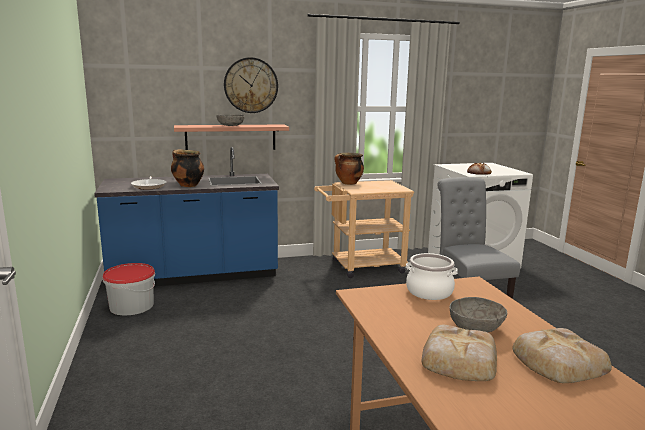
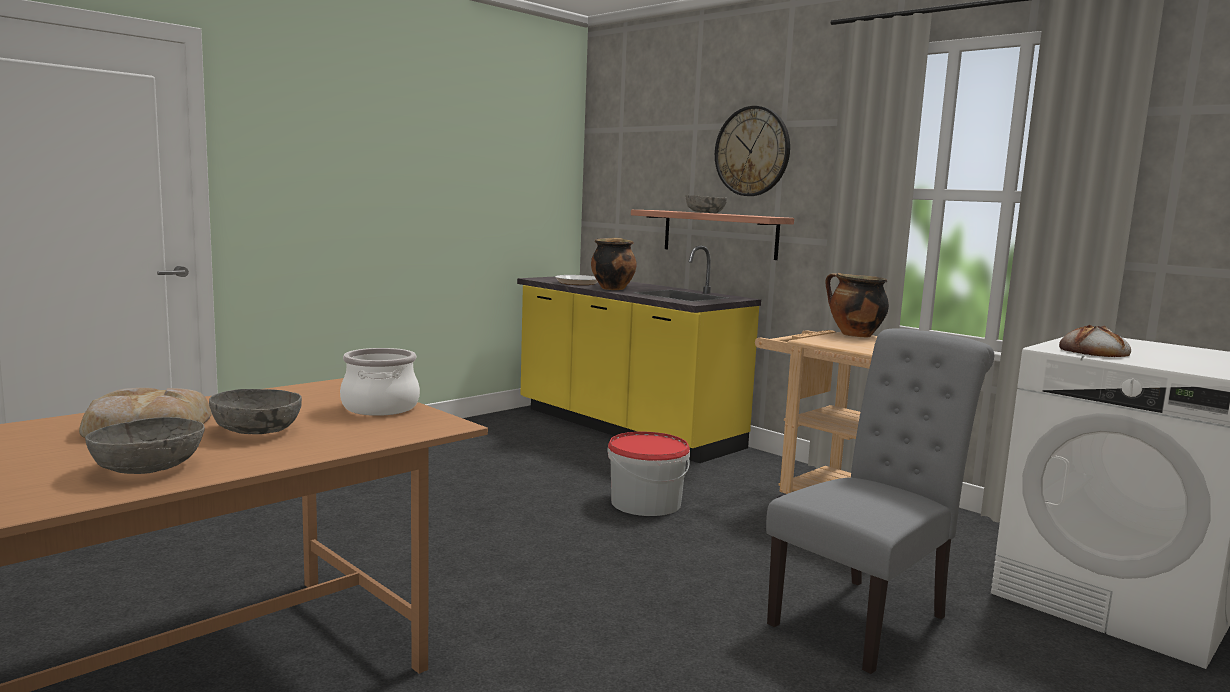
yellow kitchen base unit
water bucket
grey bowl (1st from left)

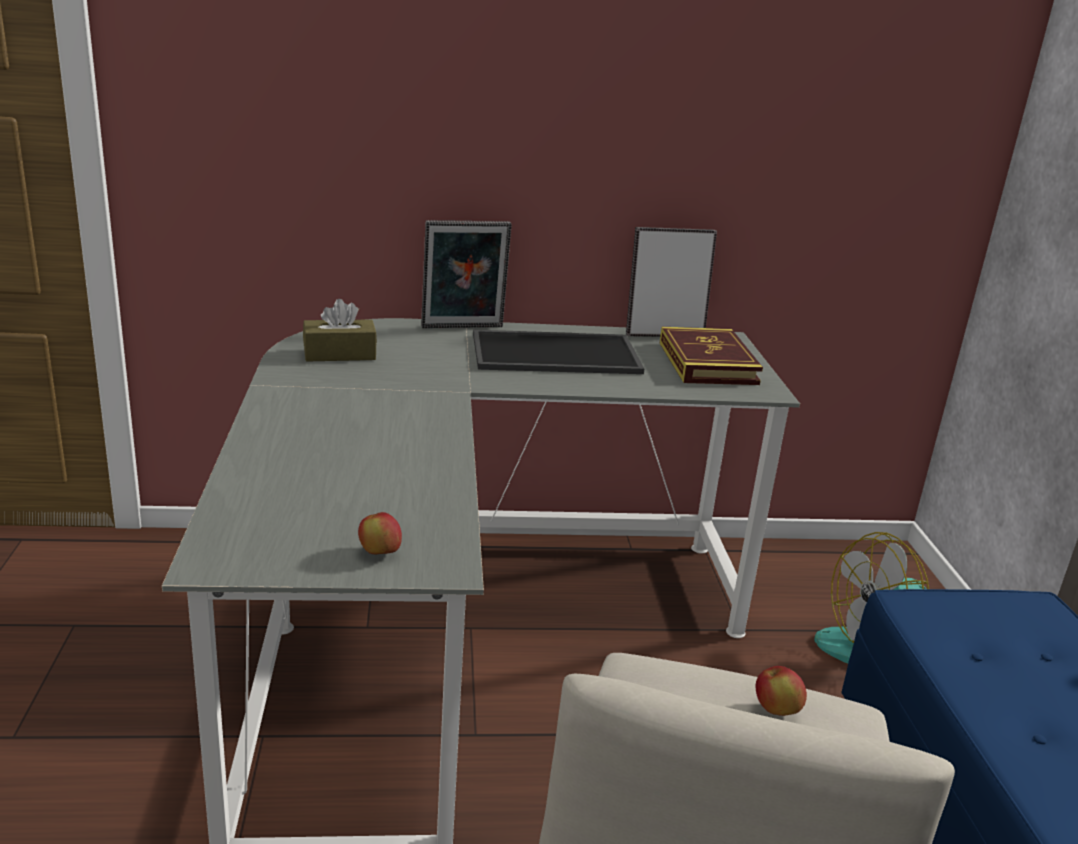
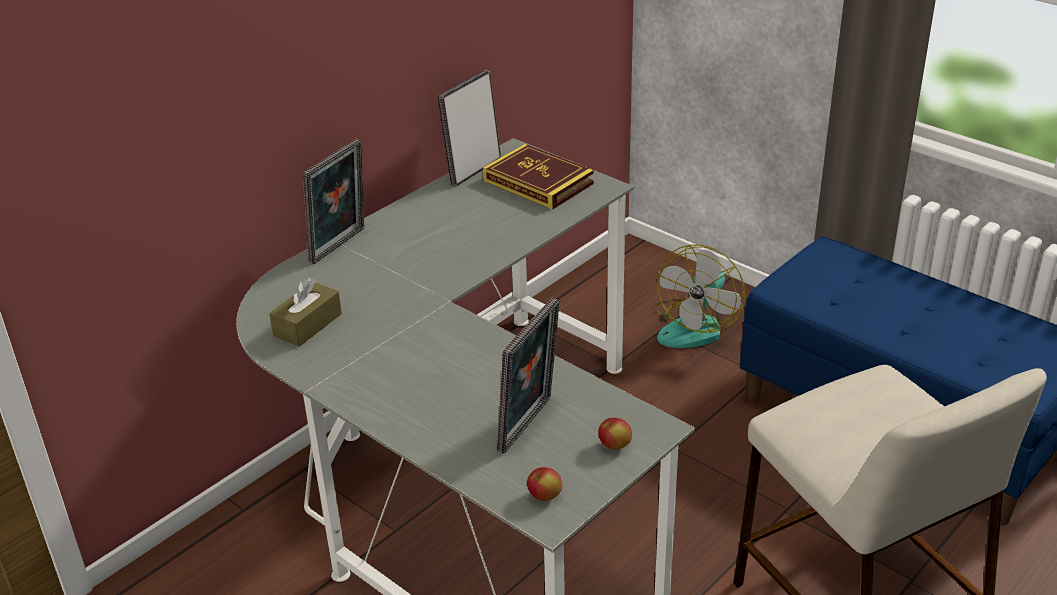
tray
whole apple (1st from left)
standing frame (3rd from left)

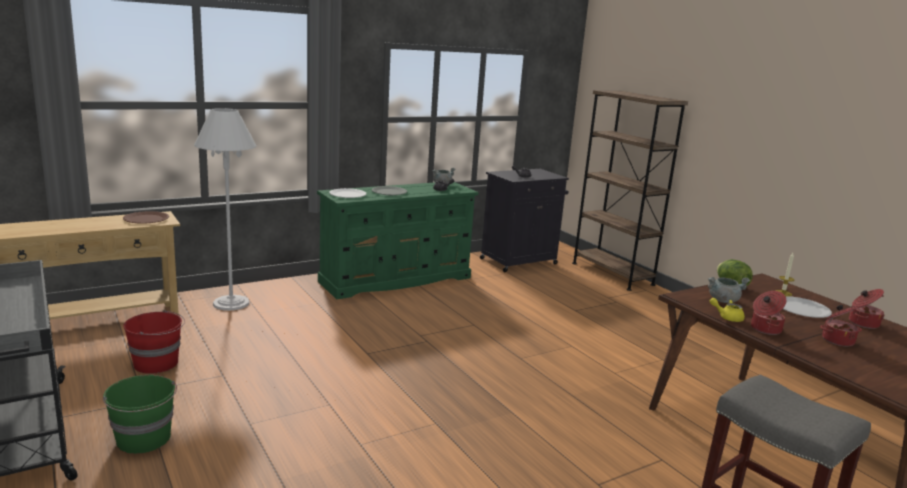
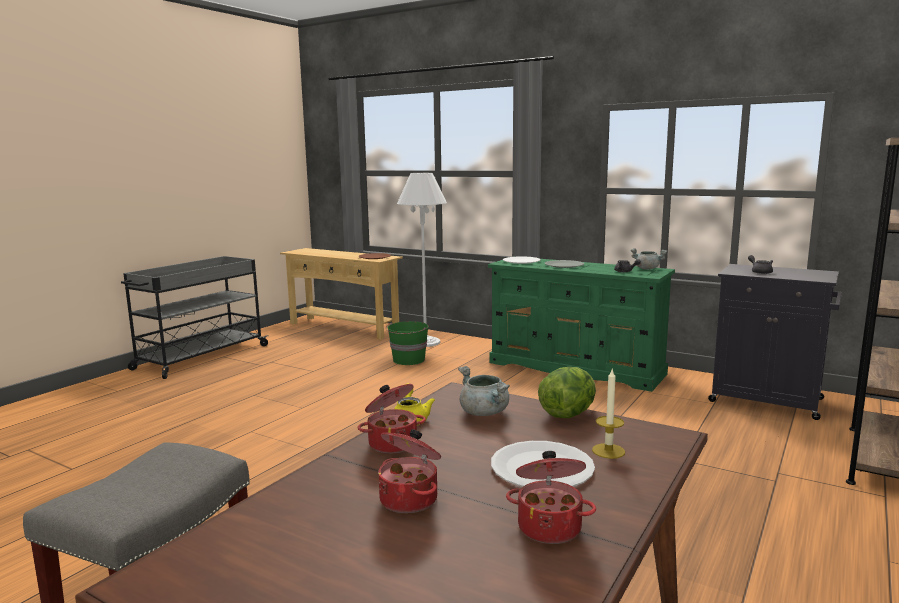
reddish water bucket
green water bucket

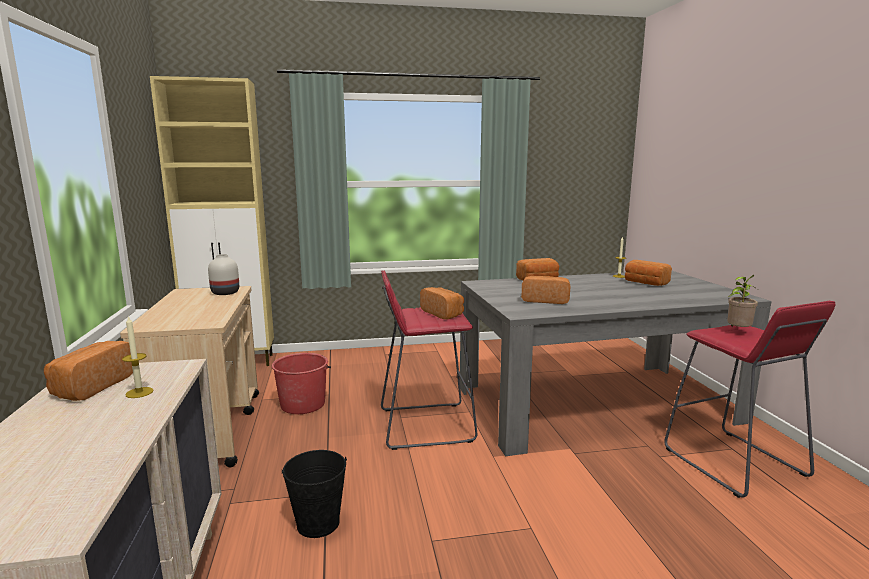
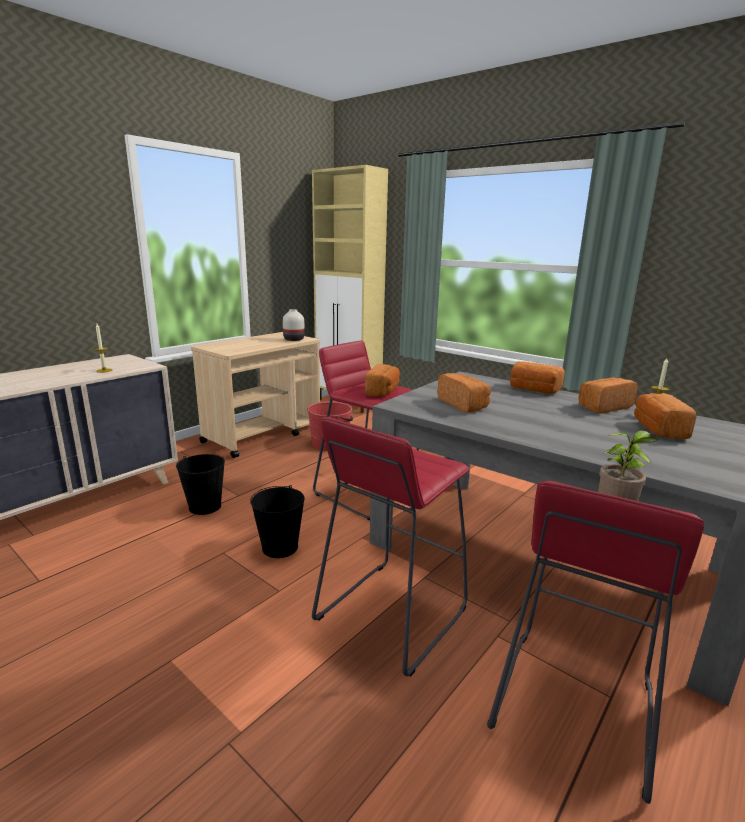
baked bread (4th from left)
reddish stool (2nd from left)
black water bucket (2nd from left)

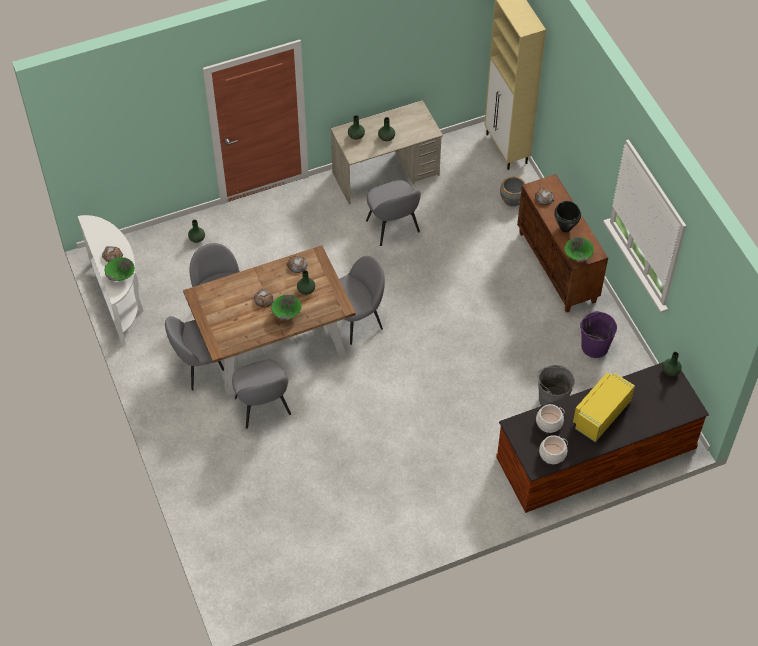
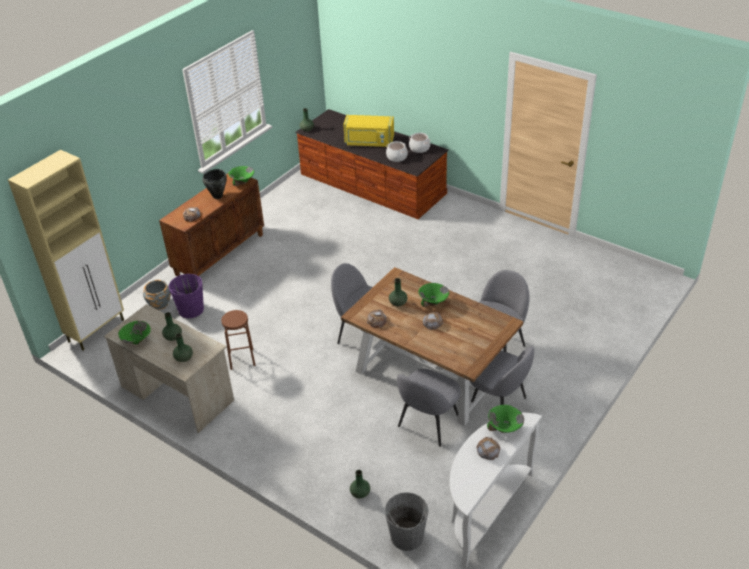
brownish stool
purplish water bucket
grey water bucket
green bowl (1st from left)

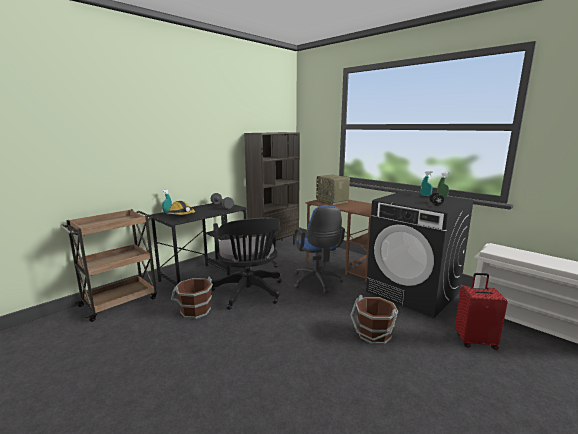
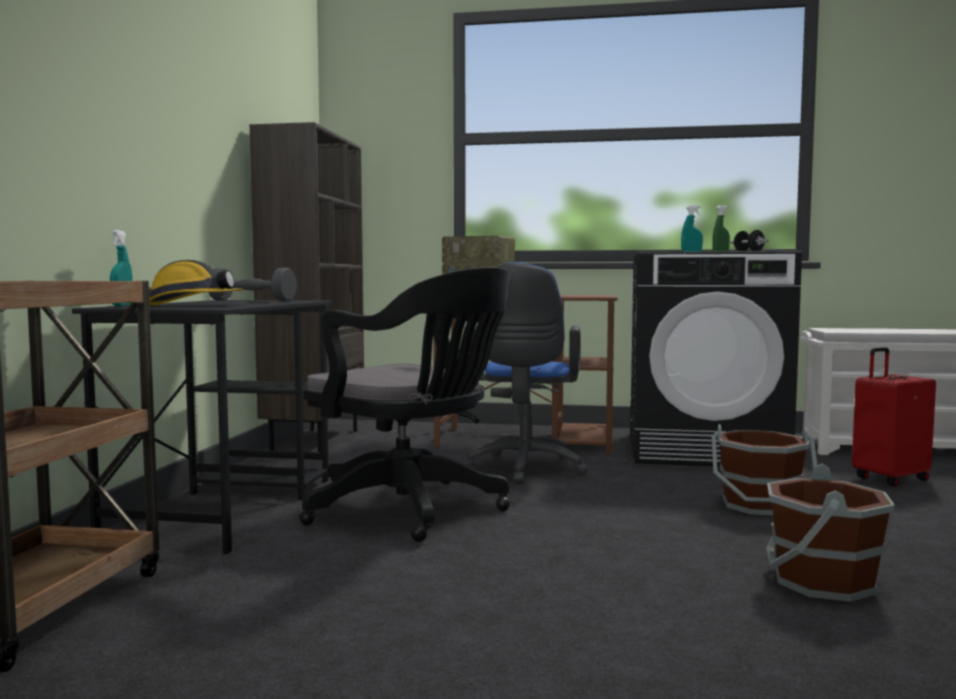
bluish desk chair
brownish water bucket (2nd from left)

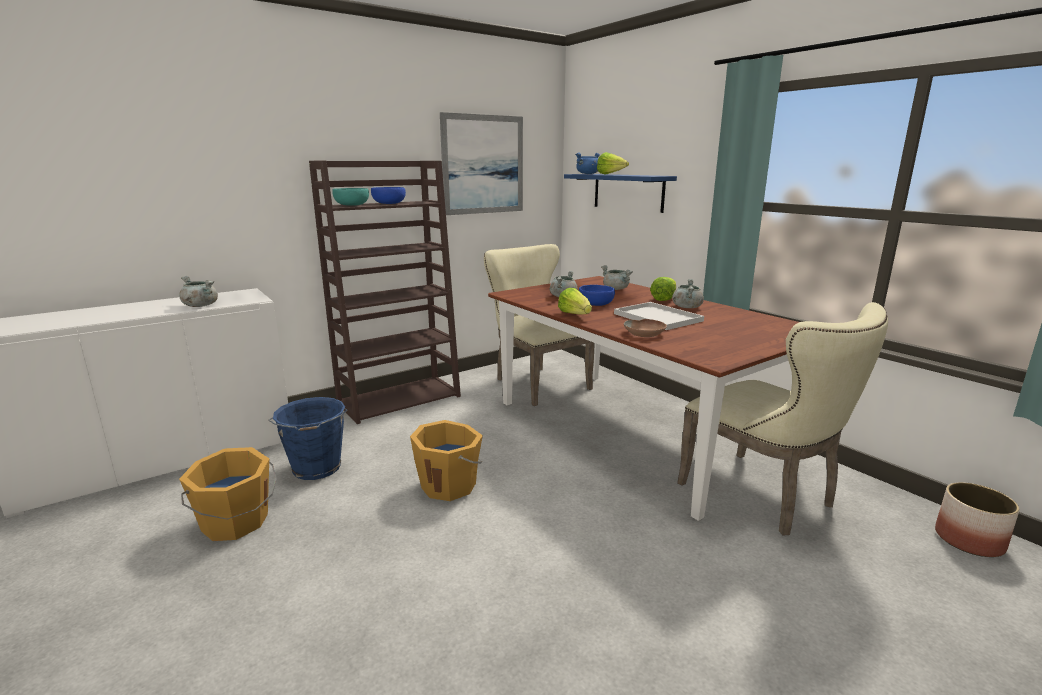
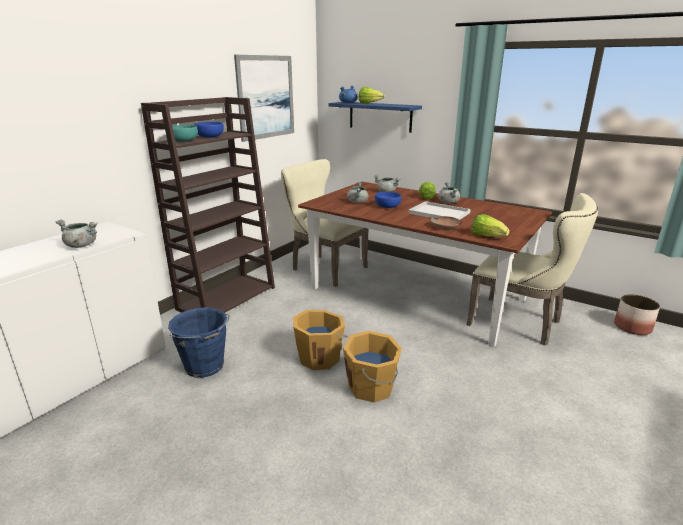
lettuce head (3rd from left)
orangey water bucket (2nd from left)

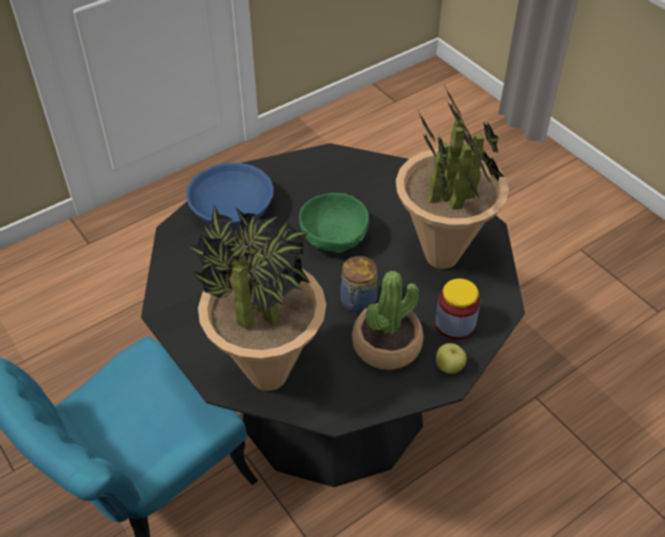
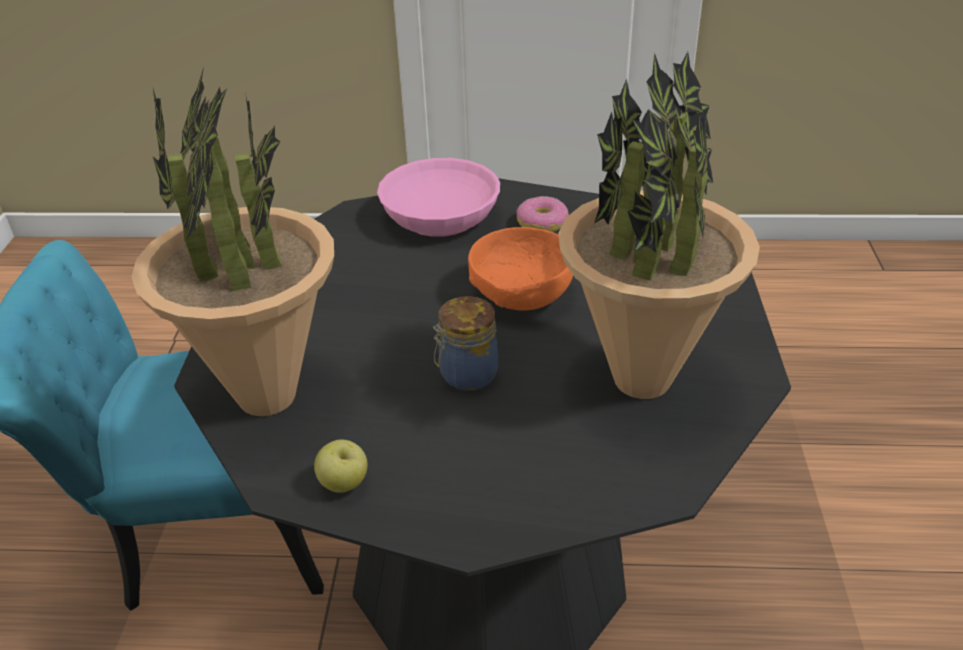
pink bowl
orangey bowl
potted plant (2nd from left in the first image)
storage jar (2nd from left in the first image)
whole apple
doughnut

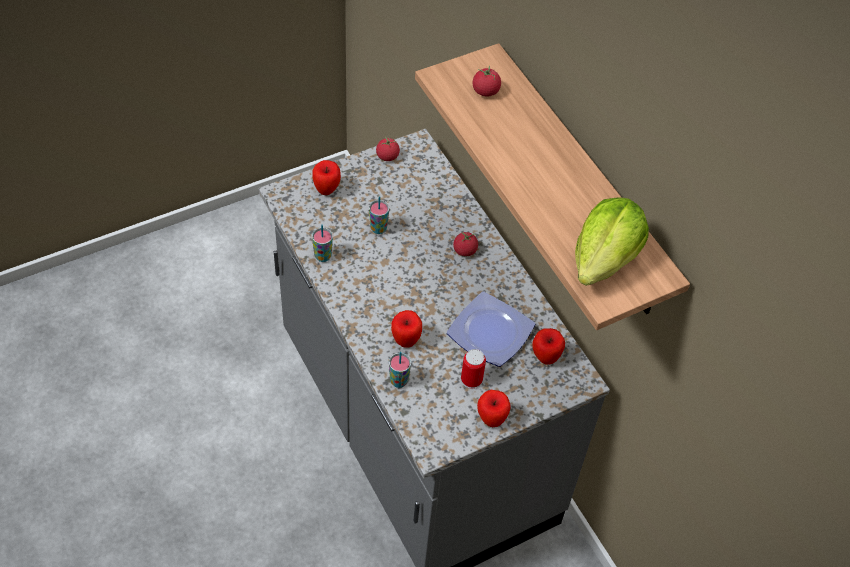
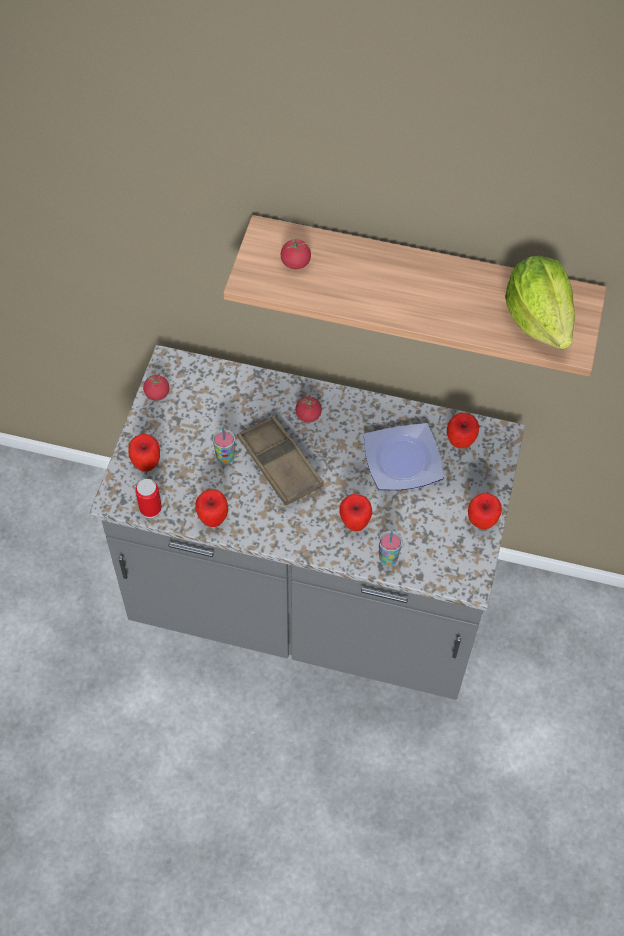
whole apple (2nd from left)
metal can
brownish tray

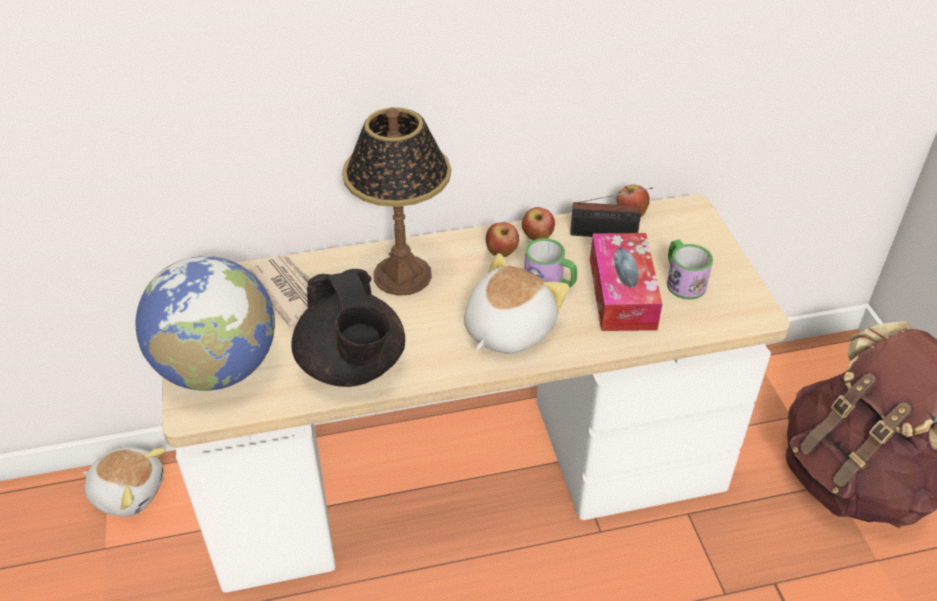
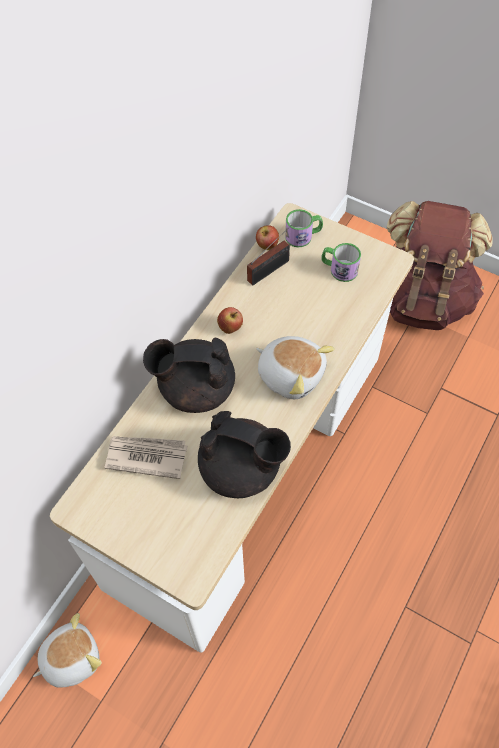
black pot for tea (1st from left)
whole apple (2nd from left in the first image)
tissue holder
coffee mug (1st from left)
plush toy (2nd from left)
globe

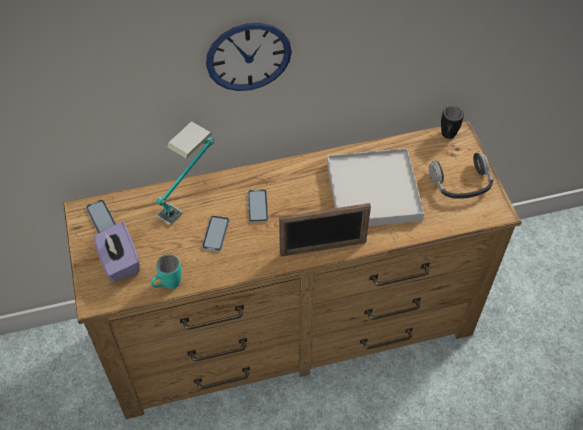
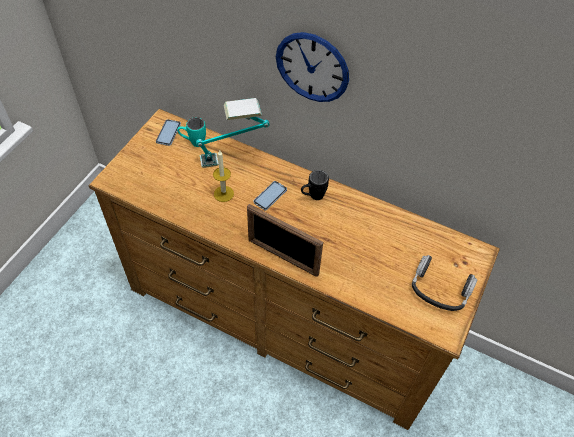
black coffee mug
whitish tray
candle
purplish tissue holder
turquoise-coloured coffee mug

